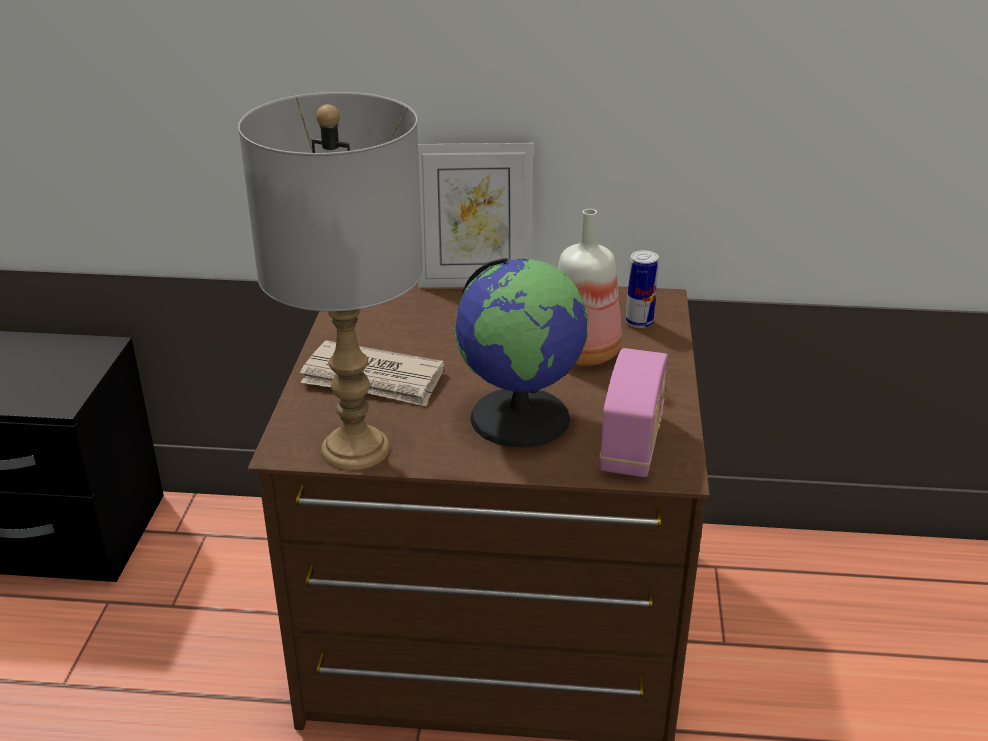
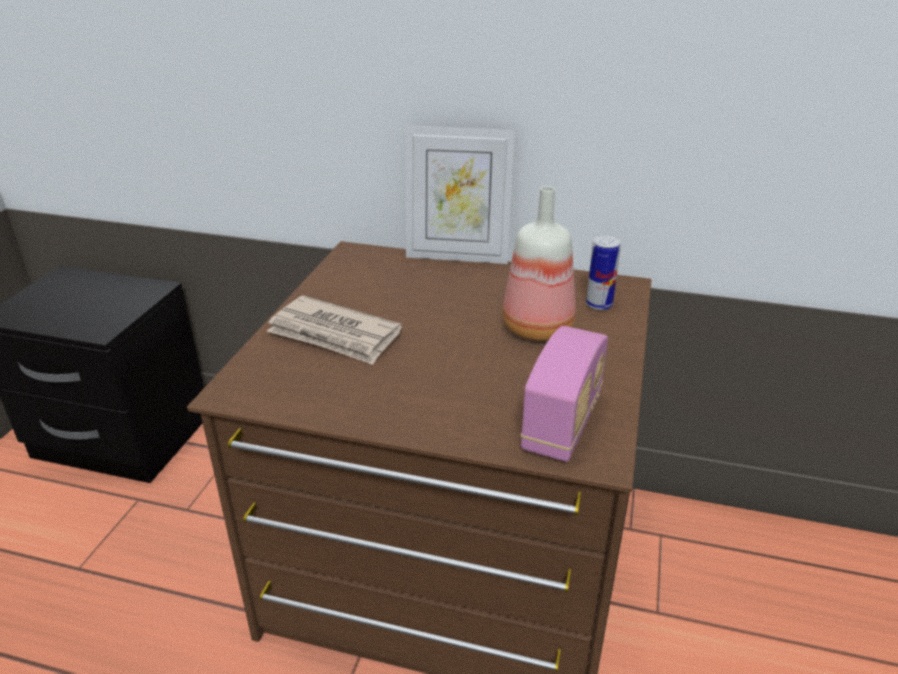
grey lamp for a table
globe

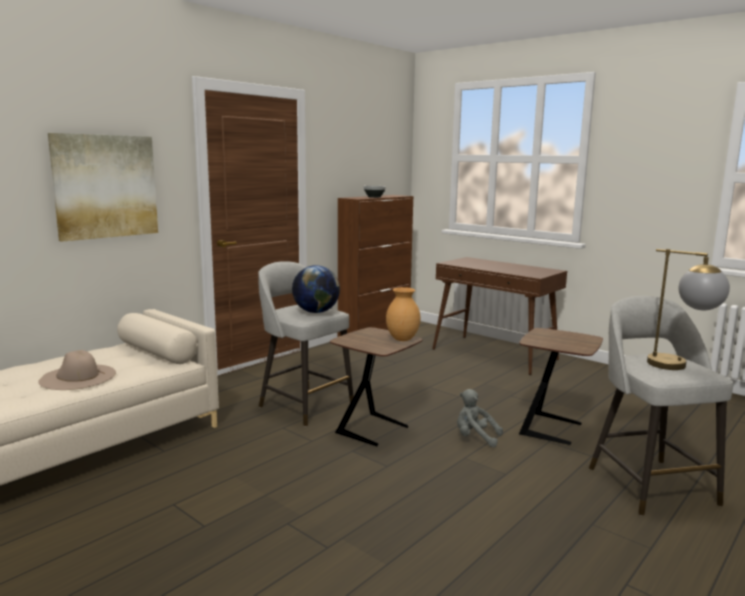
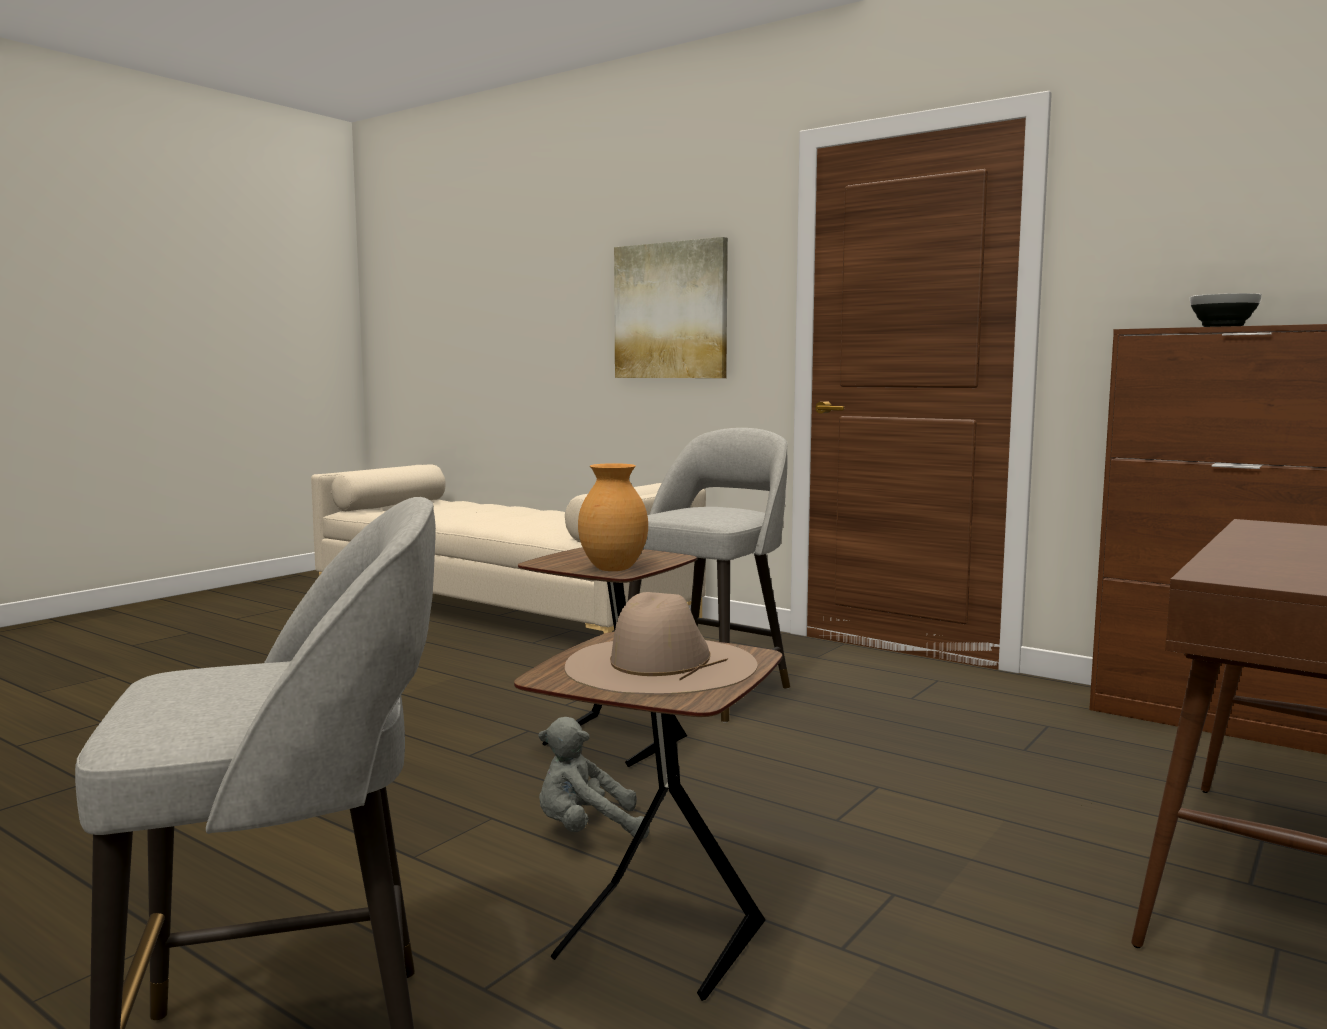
lamp for a table
globe
beige clothing hat
grey plush toy

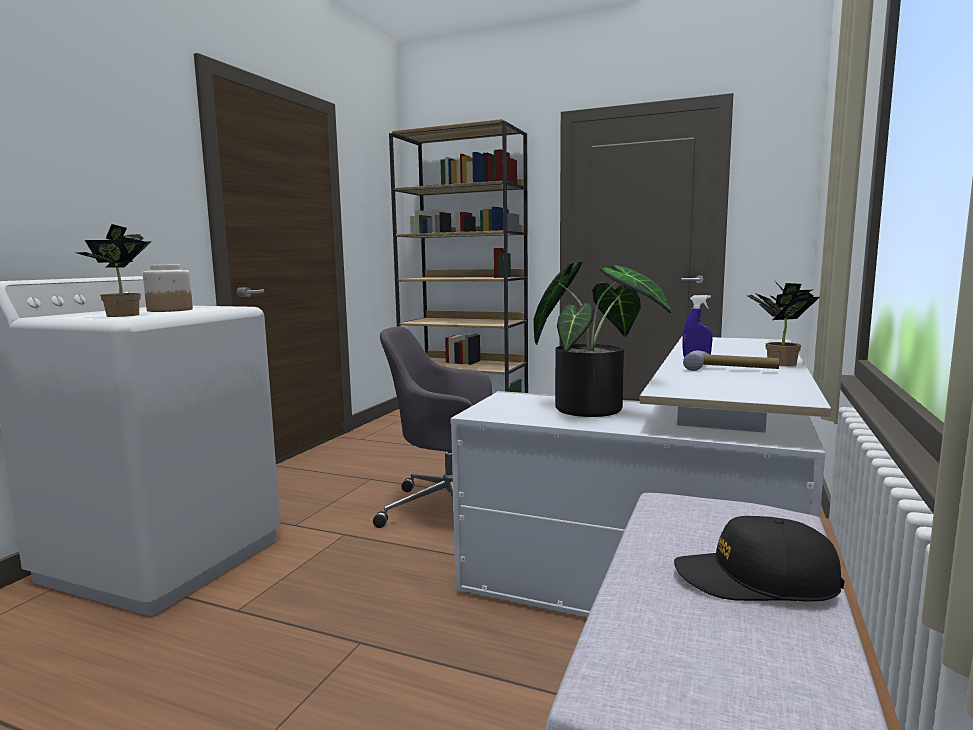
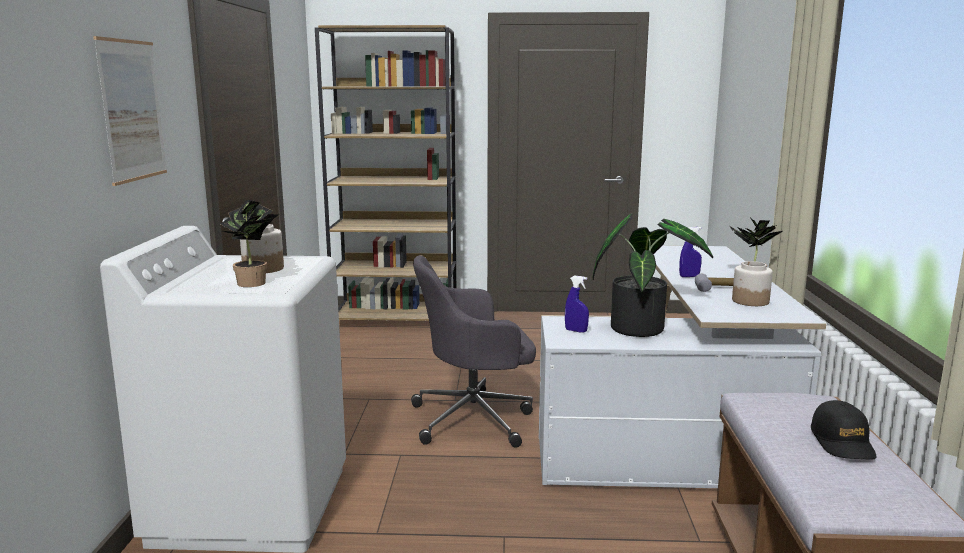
black cap
wall picture
storage jar (2nd from left)
bluish spray bottle (1st from left)

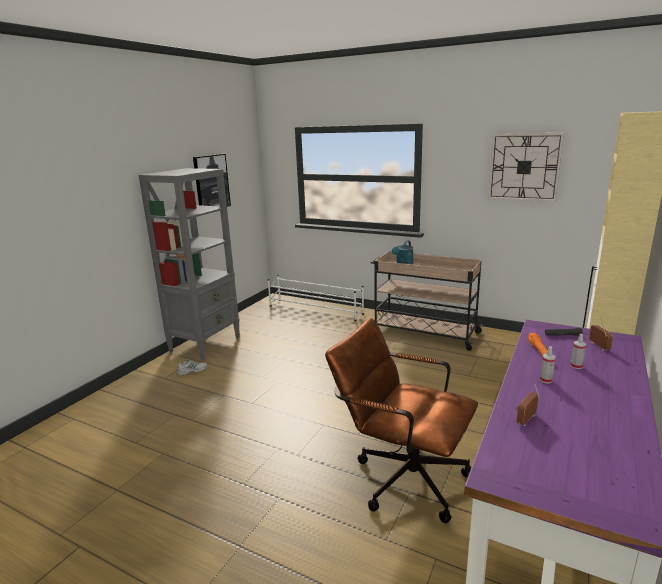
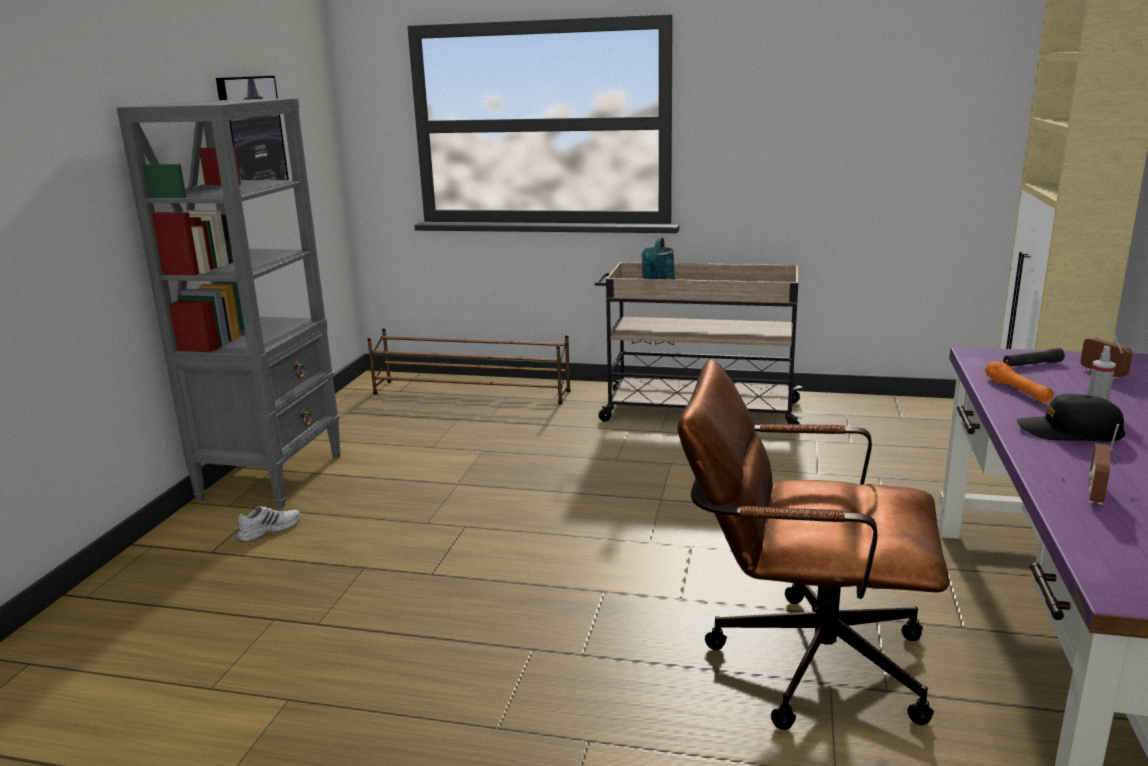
clock on the wall
brownish shoe stand
black cap

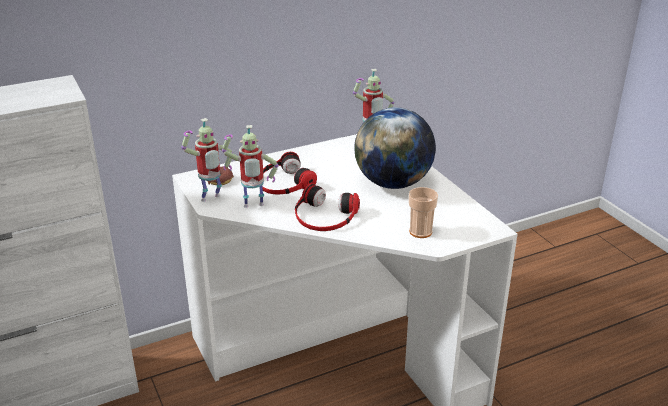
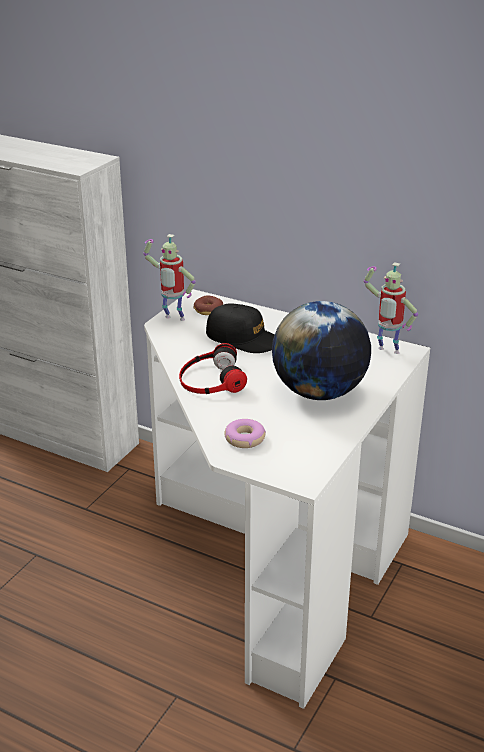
toy robot (2nd from left in the first image)
black cap
doughnut (2nd from left)

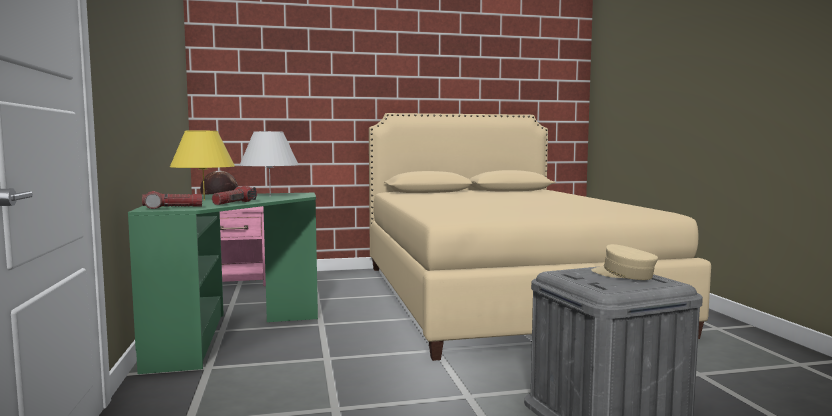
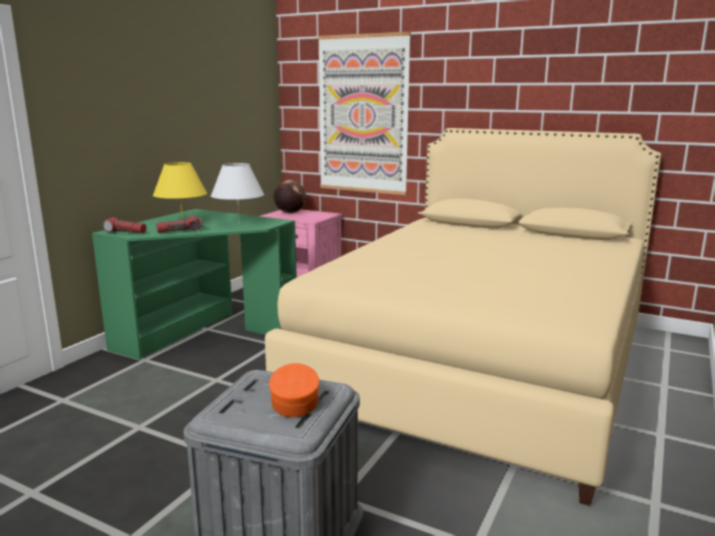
orangey cap
wall picture

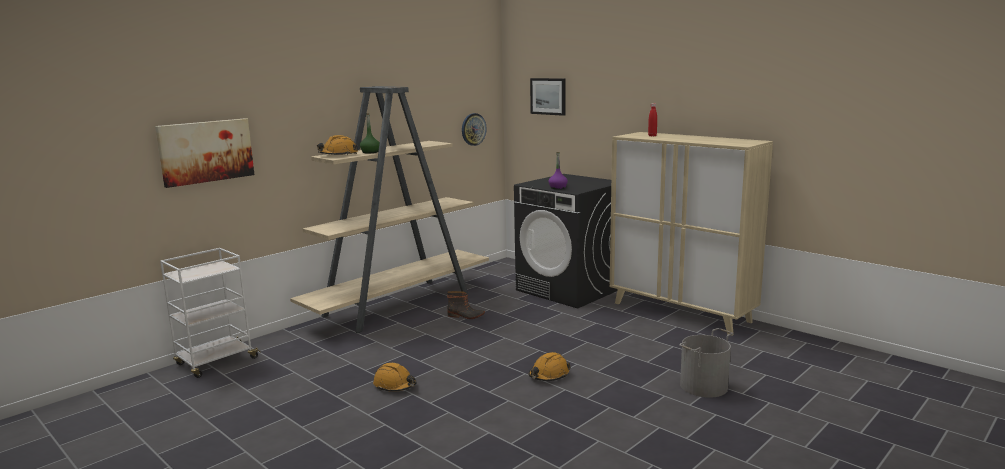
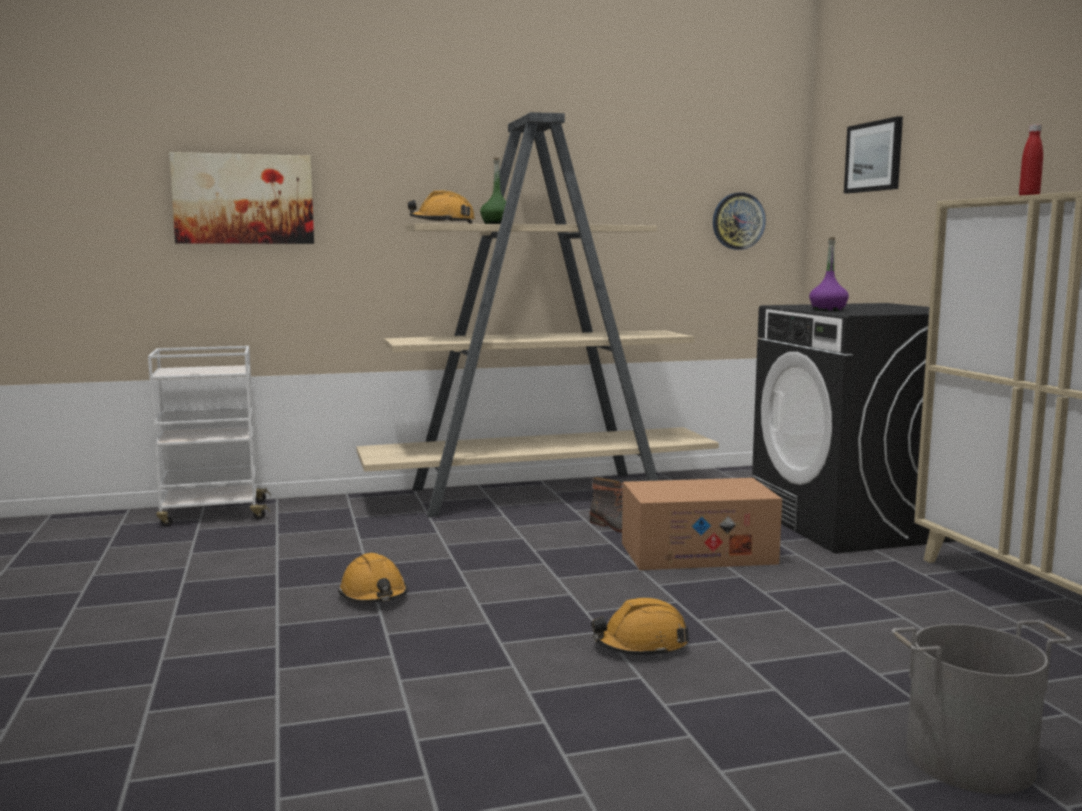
carton

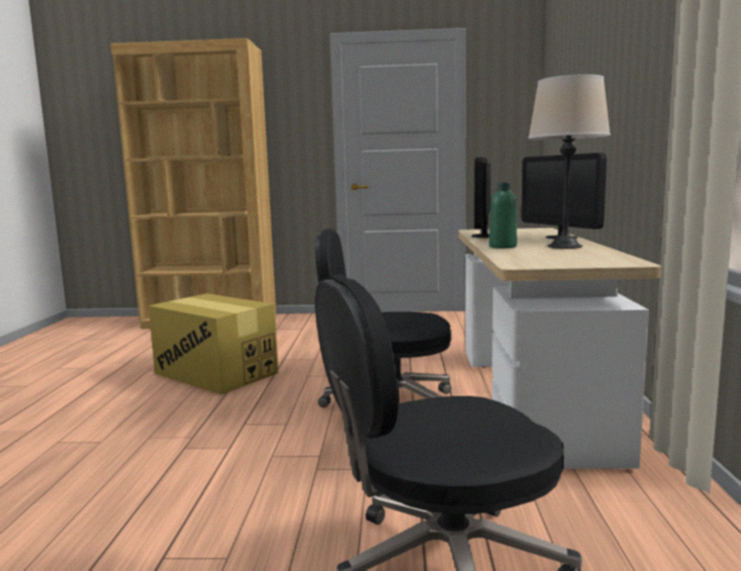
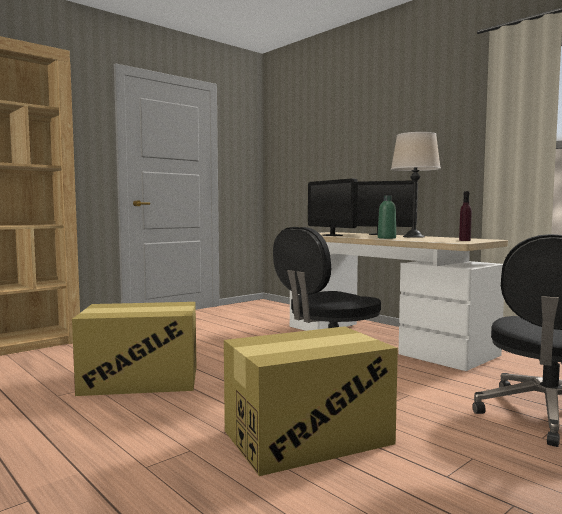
purplish bottle
carton (2nd from left)

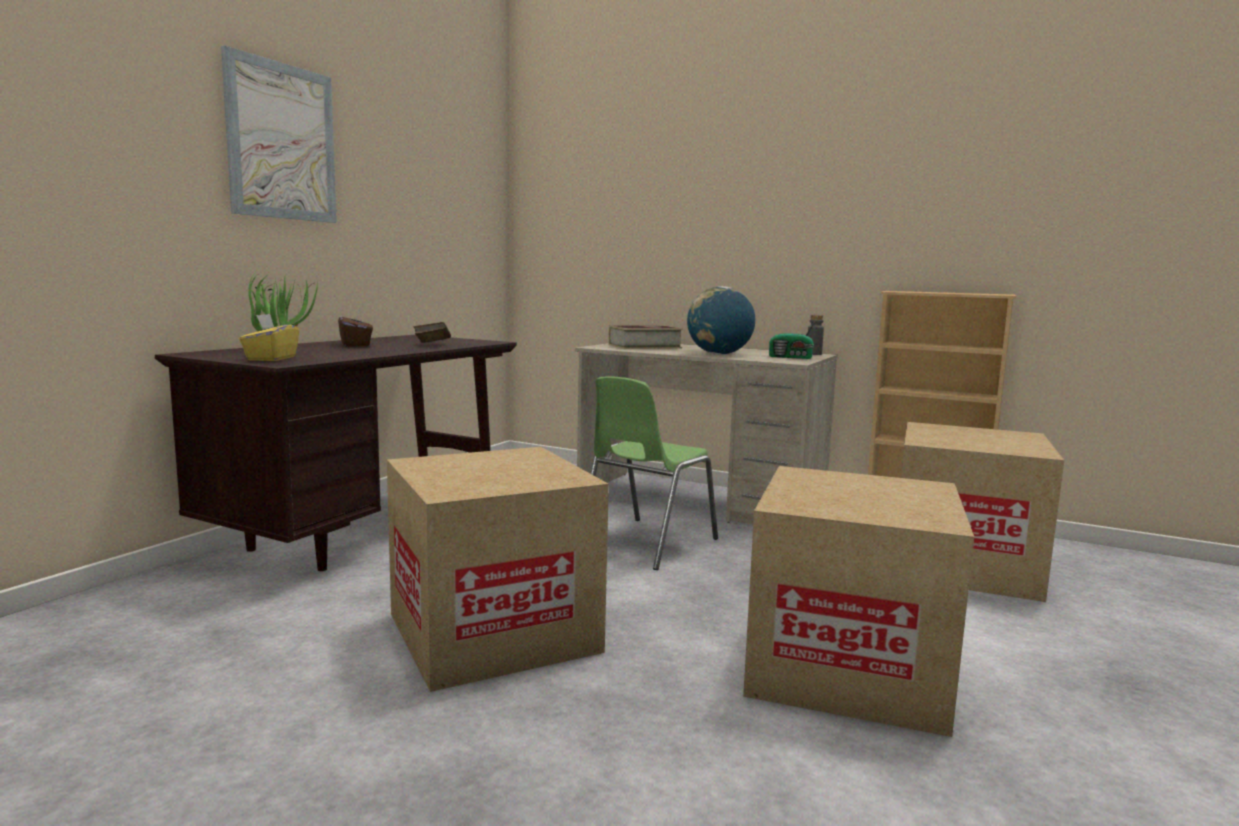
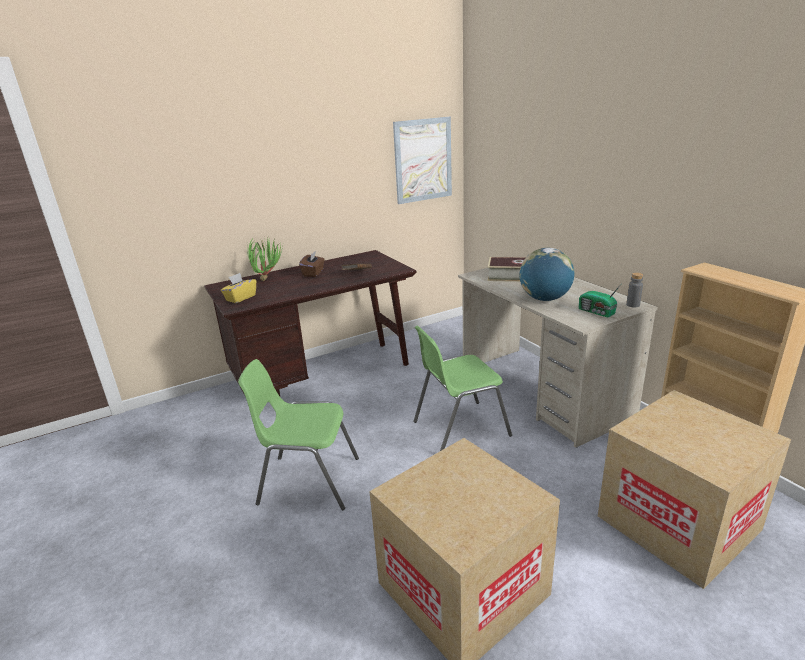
wall picture
green plain chair (1st from left)

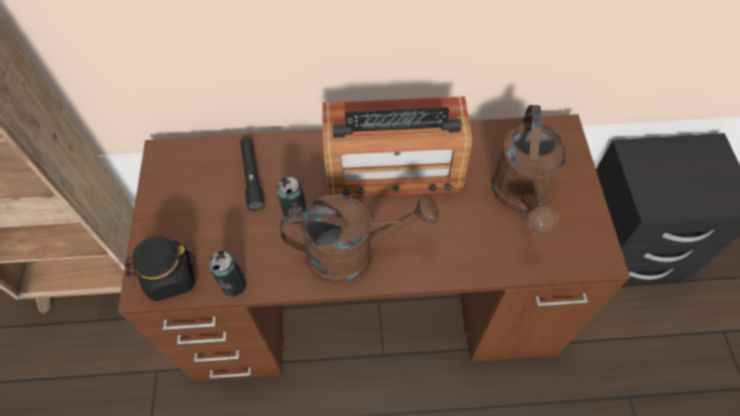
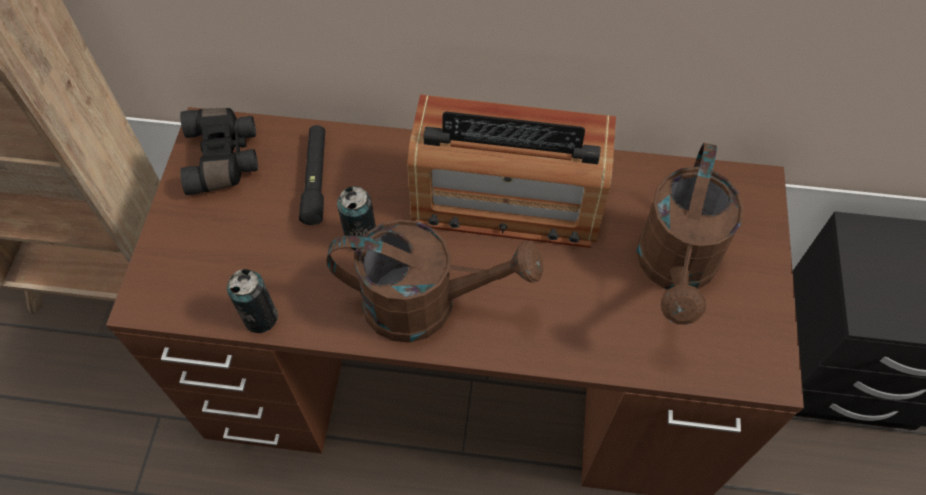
black storage jar
black pair of binoculars

